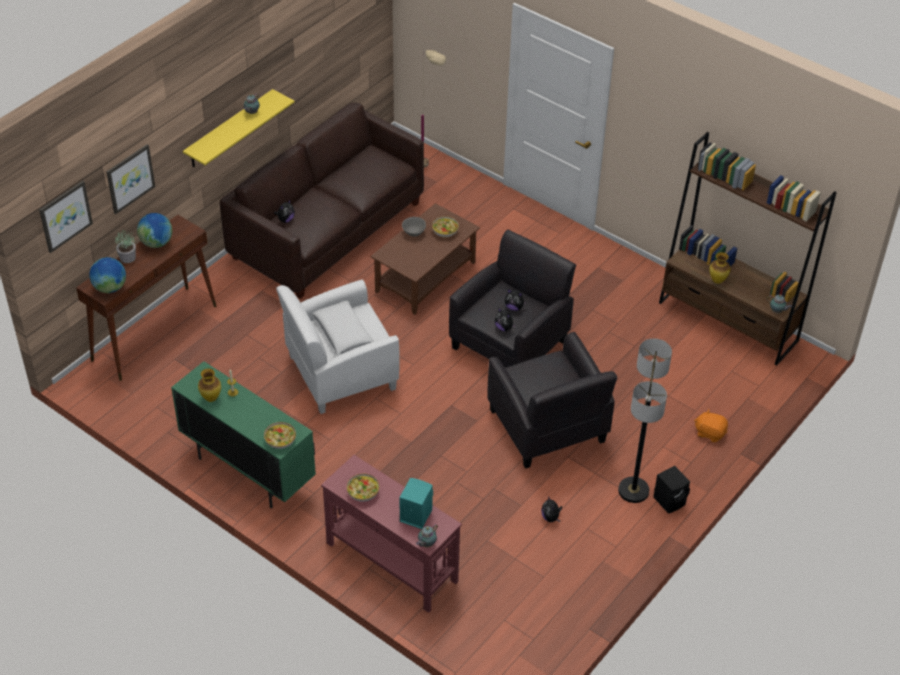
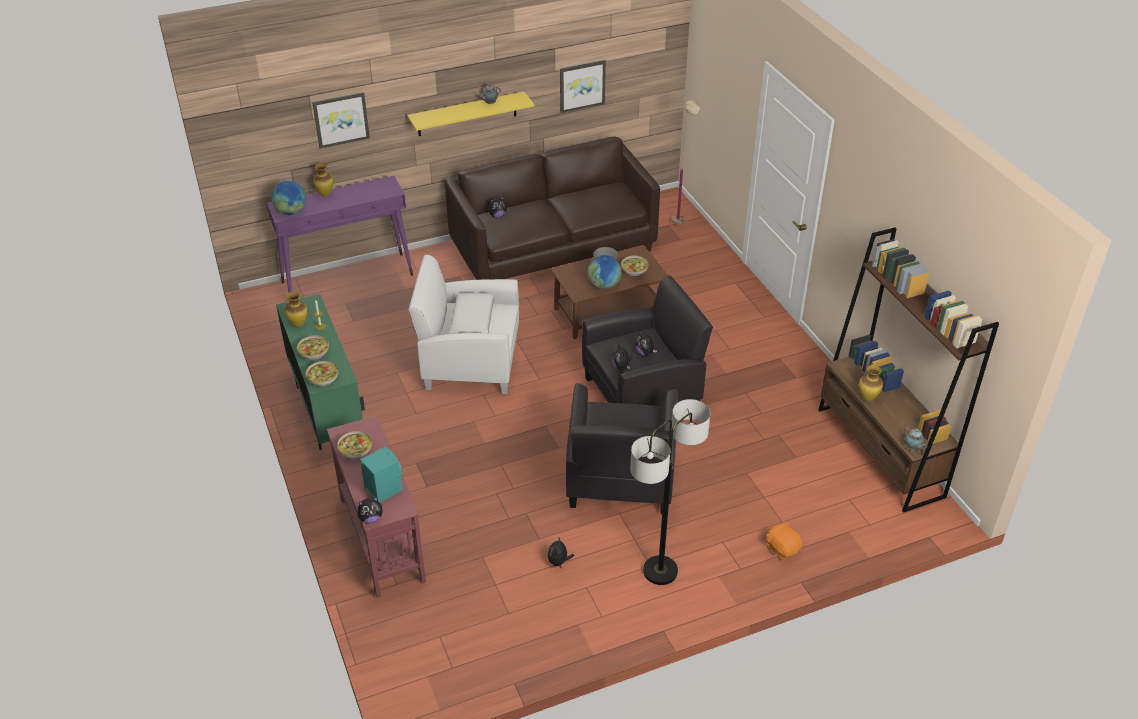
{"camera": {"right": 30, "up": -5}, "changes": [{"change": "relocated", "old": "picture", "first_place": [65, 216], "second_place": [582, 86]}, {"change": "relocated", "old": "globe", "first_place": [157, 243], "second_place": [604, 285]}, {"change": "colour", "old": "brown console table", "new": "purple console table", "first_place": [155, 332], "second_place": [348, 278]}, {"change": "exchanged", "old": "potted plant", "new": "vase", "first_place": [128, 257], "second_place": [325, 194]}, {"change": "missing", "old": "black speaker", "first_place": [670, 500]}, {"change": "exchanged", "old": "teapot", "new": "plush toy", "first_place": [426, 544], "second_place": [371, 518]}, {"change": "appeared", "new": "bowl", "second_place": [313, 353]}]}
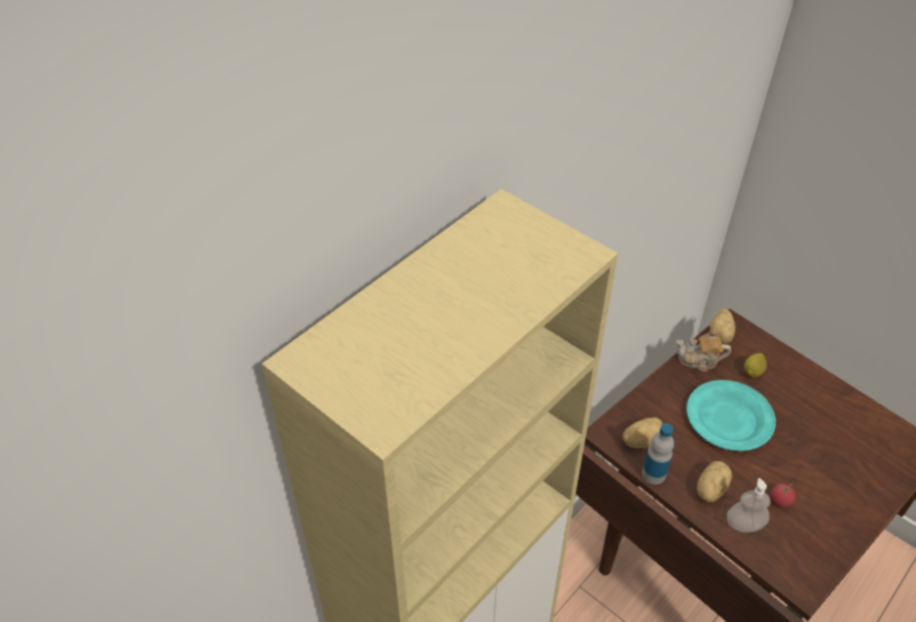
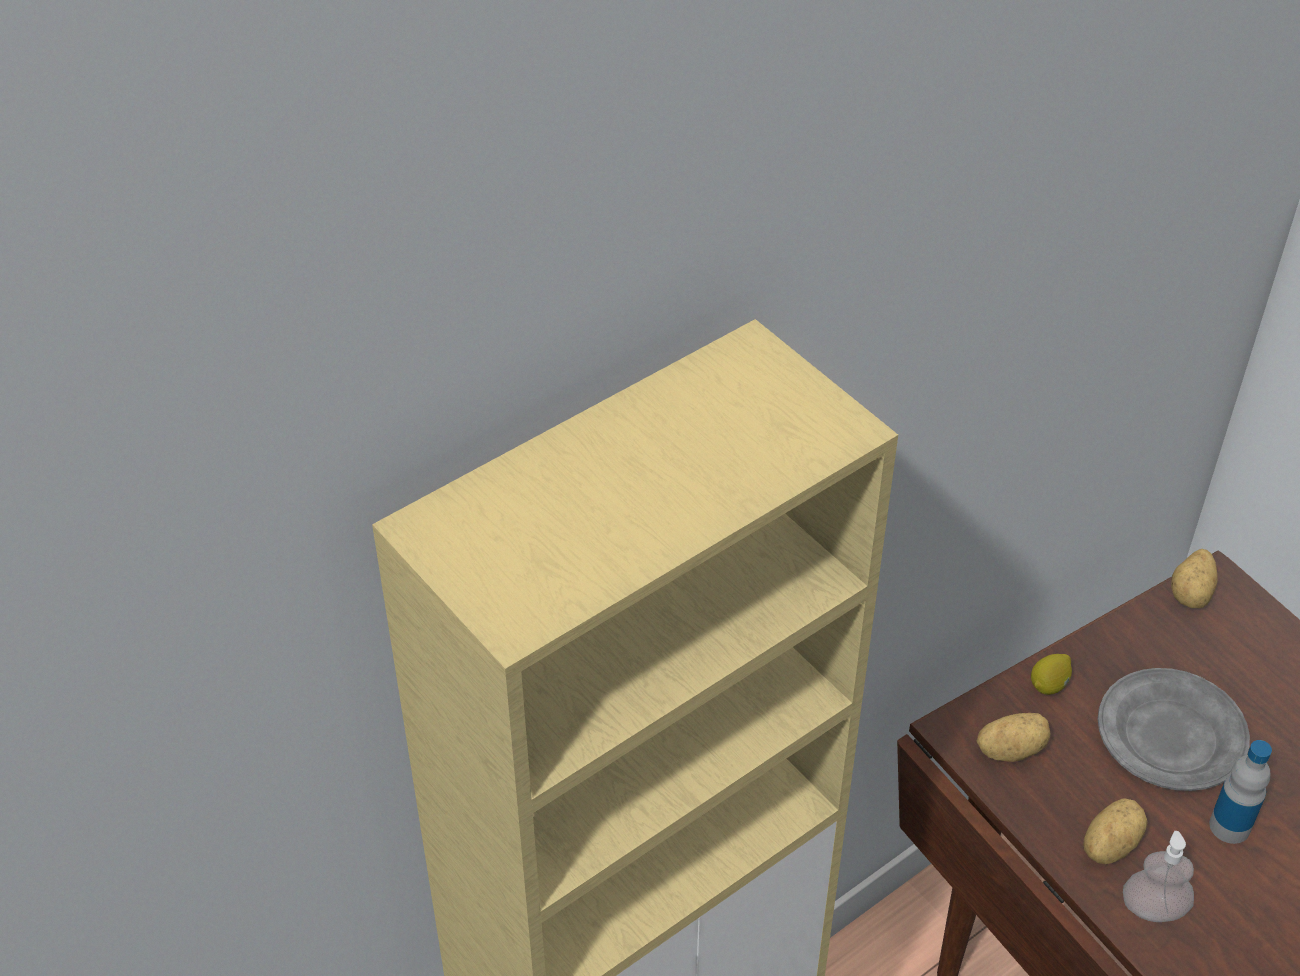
{"camera": {"right": 10, "up": 0}, "changes": [{"change": "missing", "old": "teapot", "first_place": [699, 361]}, {"change": "relocated", "old": "lemon", "first_place": [753, 371], "second_place": [1049, 685]}, {"change": "colour", "old": "turquoise plate", "new": "grey plate", "first_place": [729, 418], "second_place": [1171, 734]}, {"change": "relocated", "old": "bottle", "first_place": [653, 474], "second_place": [1229, 826]}, {"change": "missing", "old": "tomato", "first_place": [780, 501]}]}
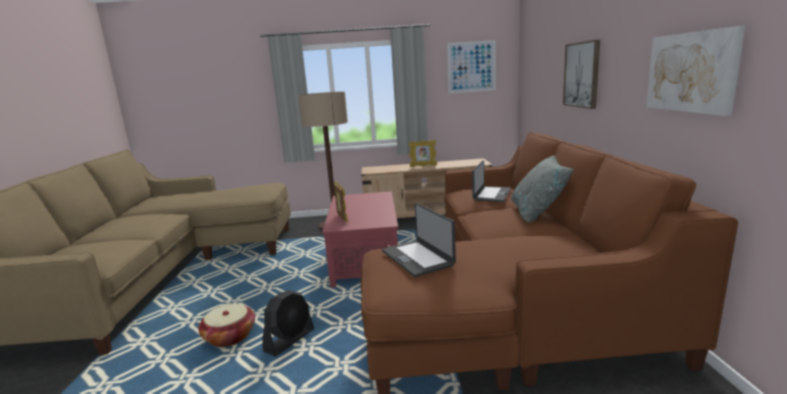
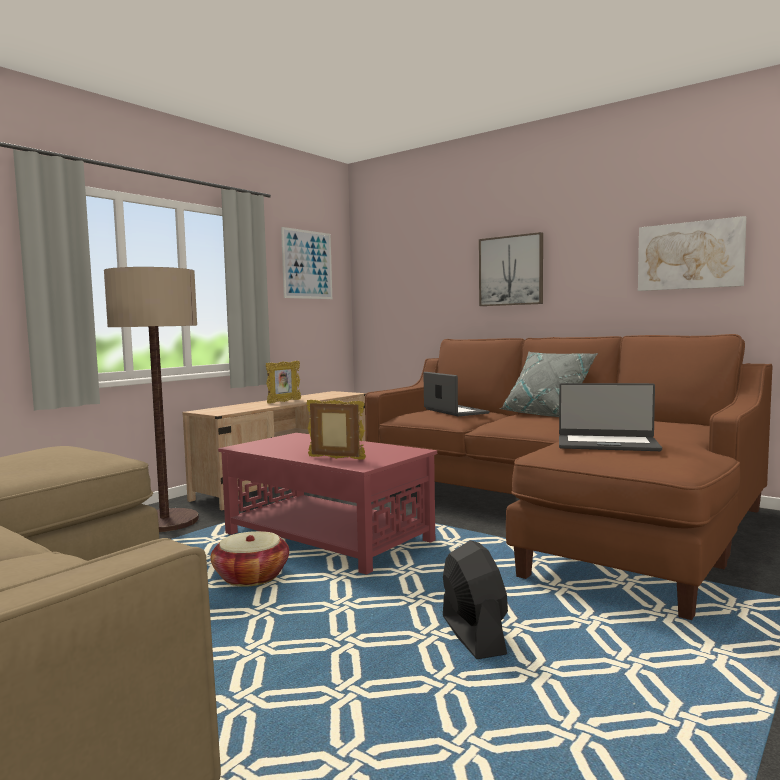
{"camera": {"right": -50, "up": -10}, "changes": [{"change": "relocated", "old": "basket", "first_place": [230, 337], "second_place": [251, 577]}]}
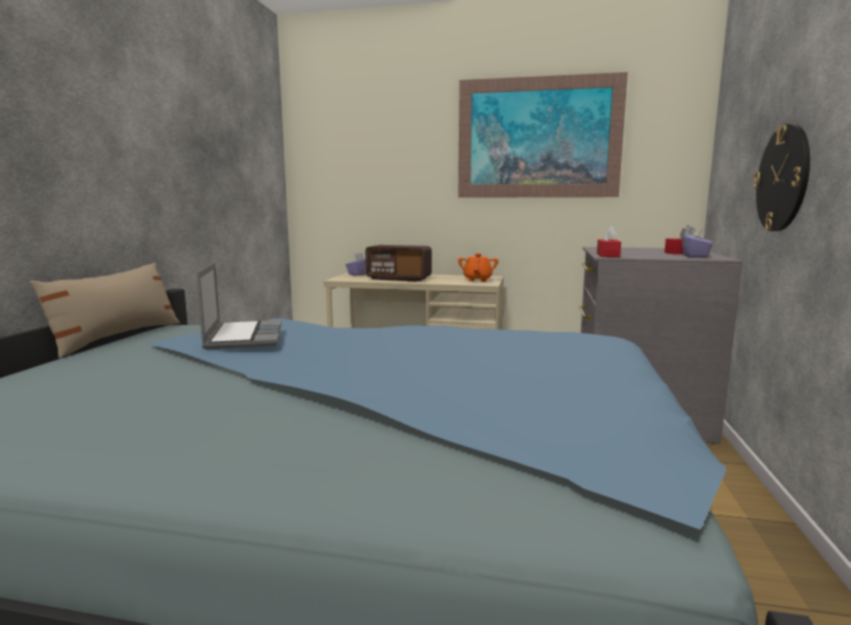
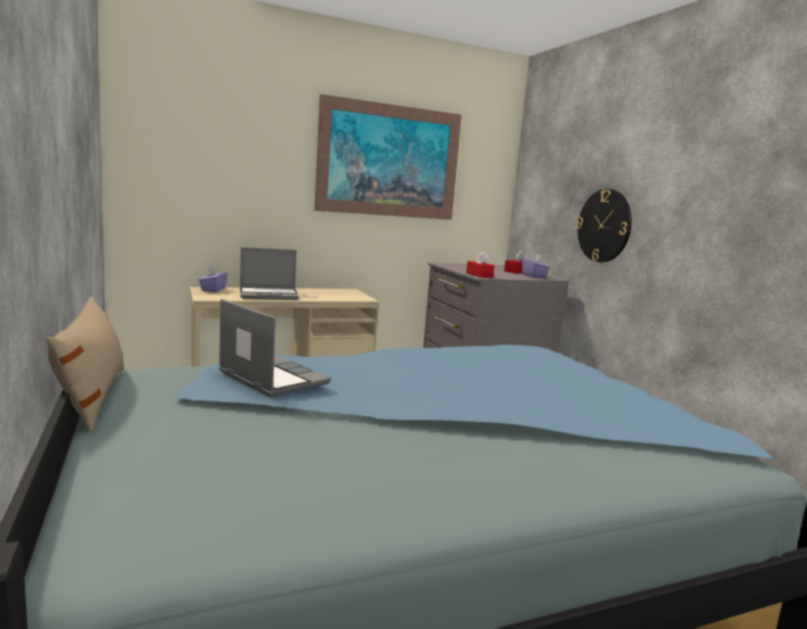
{"camera": {"right": -35, "up": 0}, "changes": [{"change": "exchanged", "old": "radio", "new": "laptop", "first_place": [399, 279], "second_place": [269, 295]}, {"change": "missing", "old": "orange teapot", "first_place": [477, 280]}]}
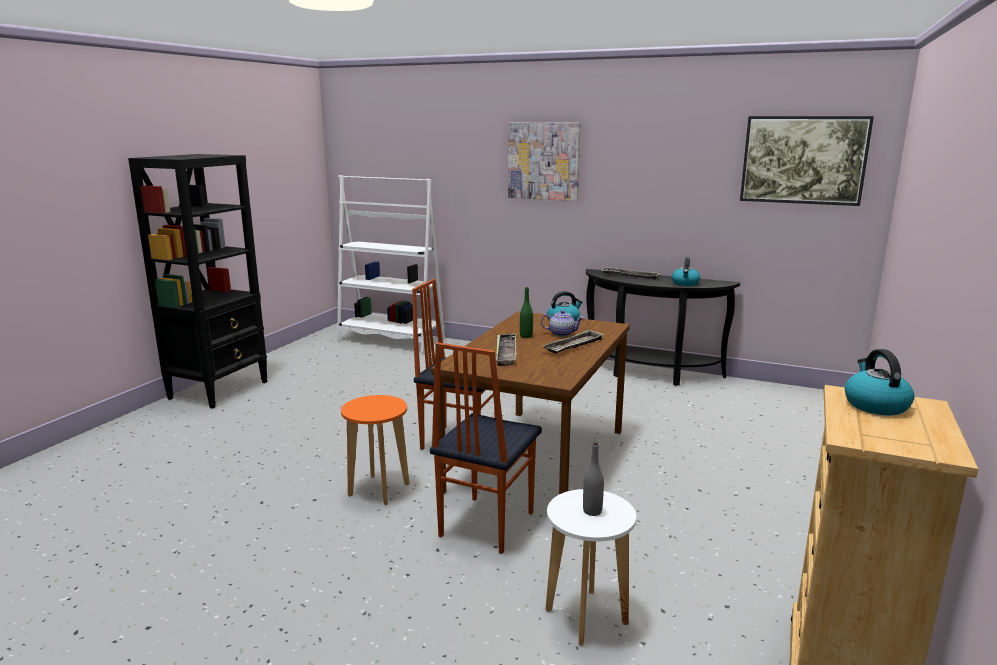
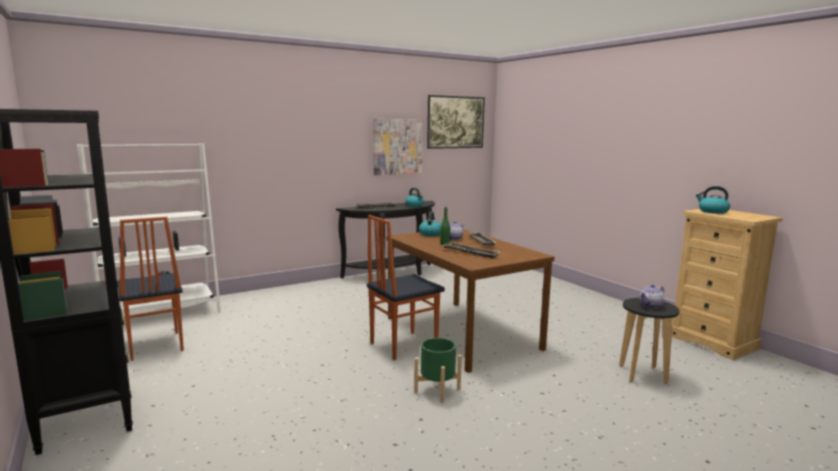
{"camera": {"right": -55, "up": -5}, "changes": [{"change": "relocated", "old": "picture", "first_place": [543, 161], "second_place": [397, 146]}, {"change": "relocated", "old": "chair", "first_place": [485, 524], "second_place": [154, 346]}, {"change": "exchanged", "old": "orange stool", "new": "green planter", "first_place": [378, 490], "second_place": [437, 390]}, {"change": "exchanged", "old": "grey bottle", "new": "teapot", "first_place": [592, 511], "second_place": [651, 305]}, {"change": "colour", "old": "white stool", "new": "black stool", "first_place": [587, 617], "second_place": [643, 374]}]}
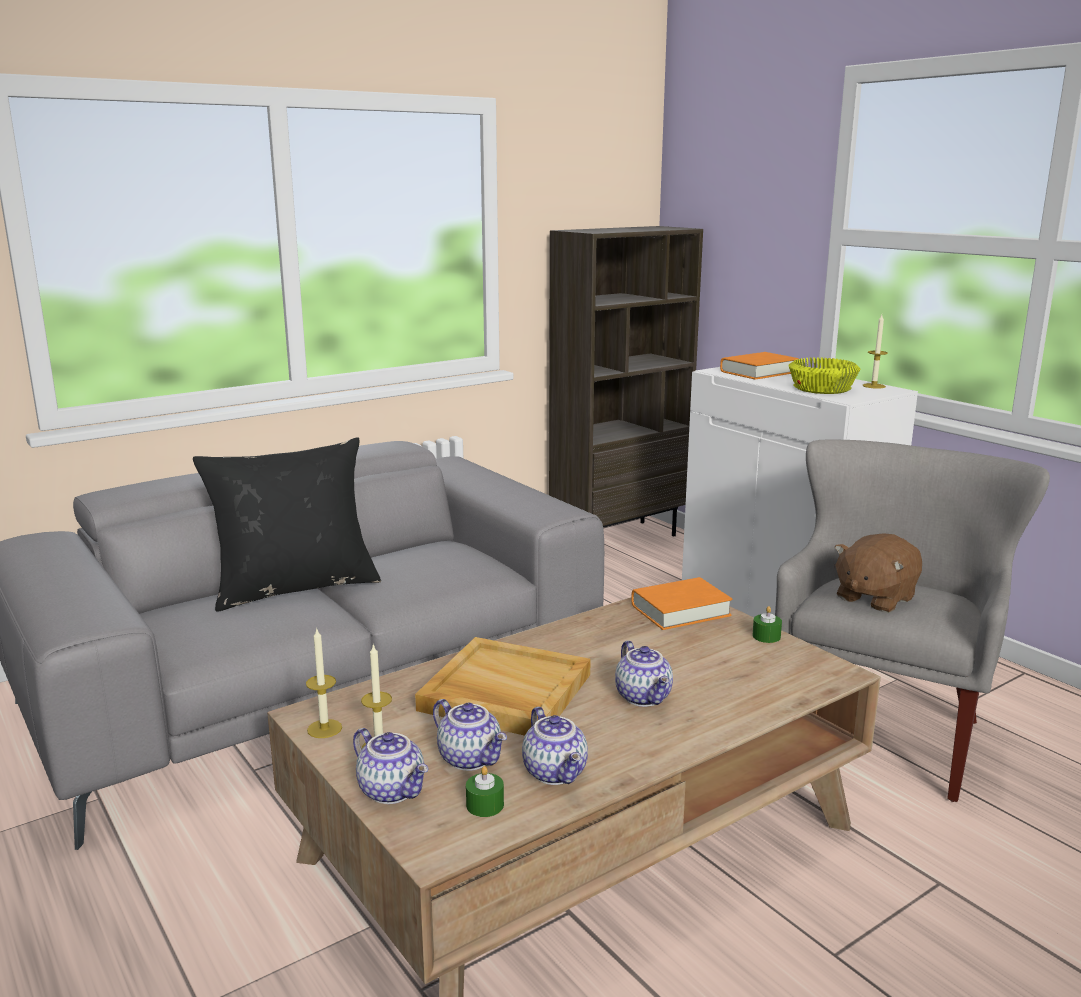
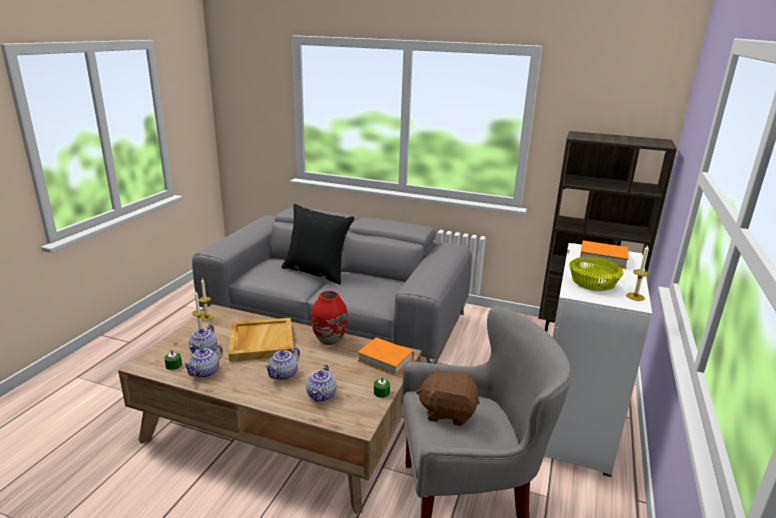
{"camera": {"right": 55, "up": 5}, "changes": [{"change": "relocated", "old": "teapot", "first_place": [393, 790], "second_place": [322, 395]}, {"change": "appeared", "new": "red vase", "second_place": [329, 340]}]}
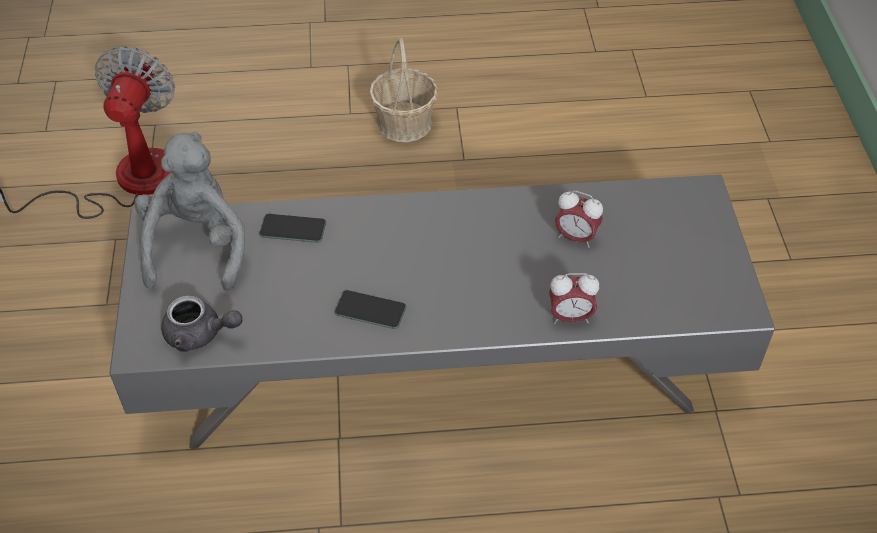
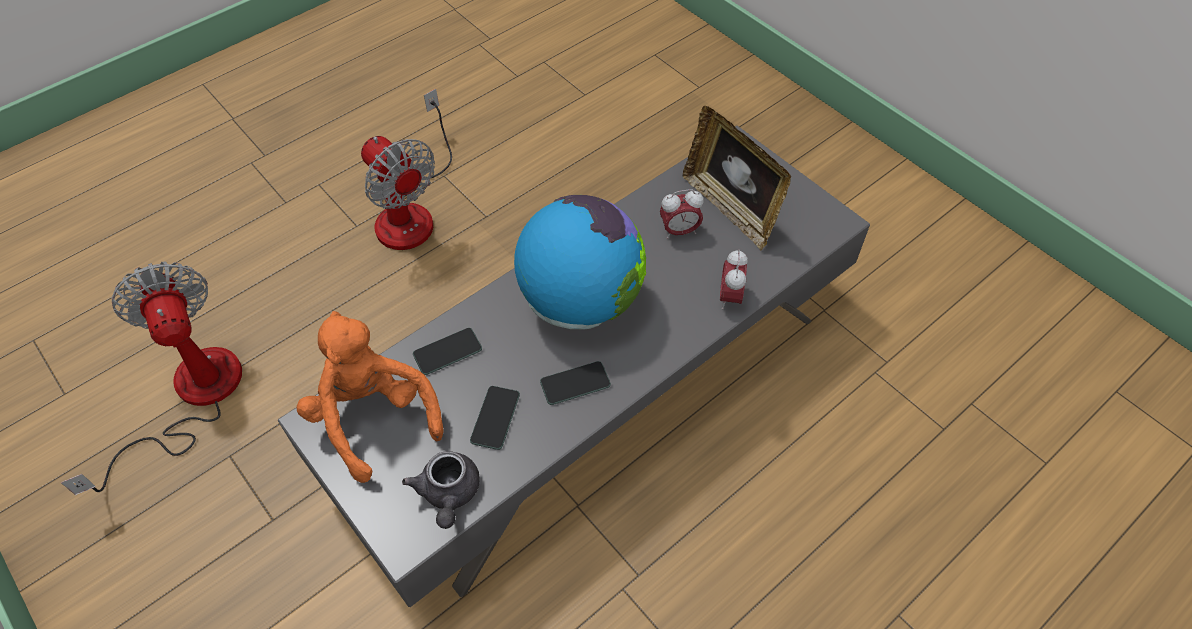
{"camera": {"right": -35, "up": 5}, "changes": [{"change": "exchanged", "old": "basket", "new": "fan", "first_place": [405, 123], "second_place": [411, 210]}, {"change": "colour", "old": "grey plush toy", "new": "orange plush toy", "first_place": [197, 246], "second_place": [373, 417]}, {"change": "spun", "old": "alarm clock", "first_place": [570, 317], "second_place": [730, 297], "degrees": 135}, {"change": "spun", "old": "grey teapot", "first_place": [200, 334], "second_place": [449, 494], "degrees": 105}, {"change": "appeared", "new": "picture frame", "second_place": [730, 208]}, {"change": "appeared", "new": "globe", "second_place": [581, 301]}, {"change": "appeared", "new": "phone", "second_place": [495, 418]}]}
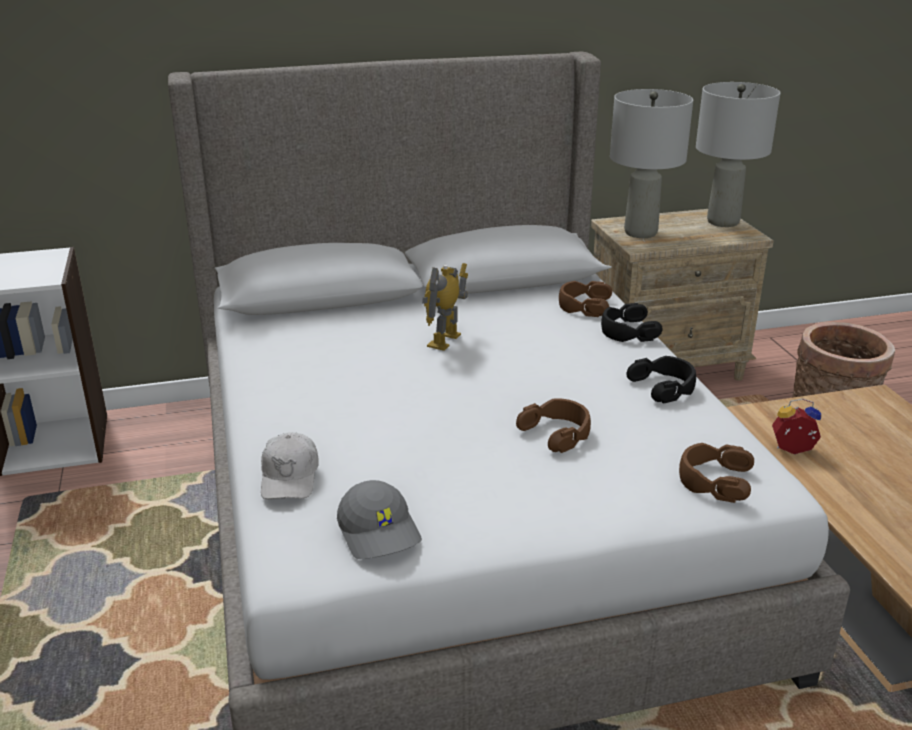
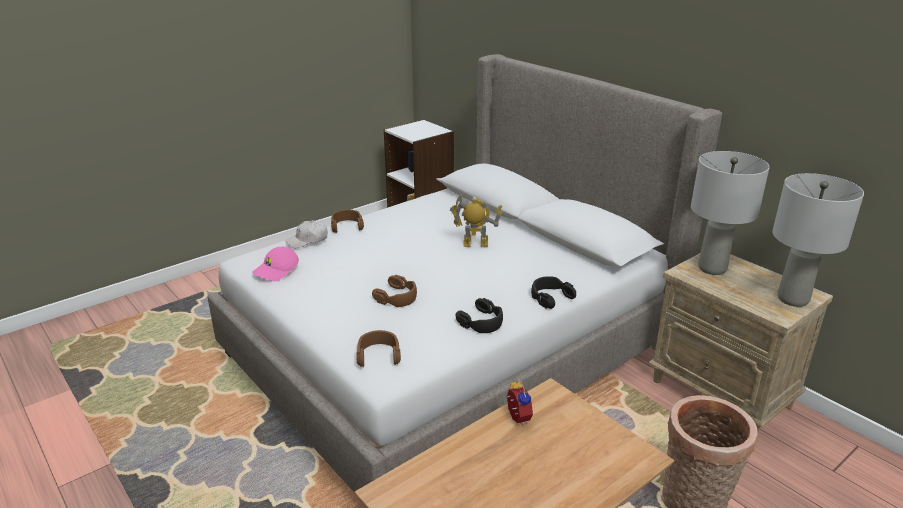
{"camera": {"right": 65, "up": 0}, "changes": [{"change": "relocated", "old": "brown headphones", "first_place": [584, 305], "second_place": [347, 226]}, {"change": "colour", "old": "grey cap", "new": "pink cap", "first_place": [380, 532], "second_place": [276, 271]}]}
